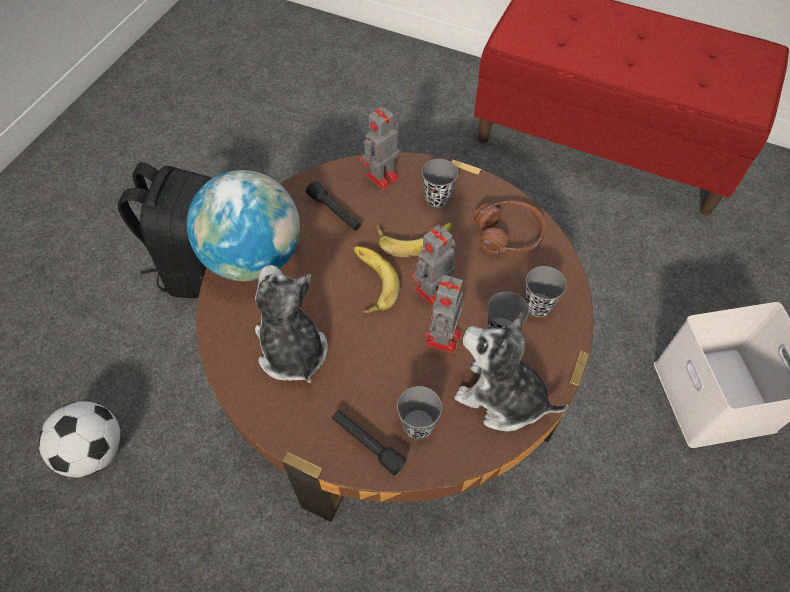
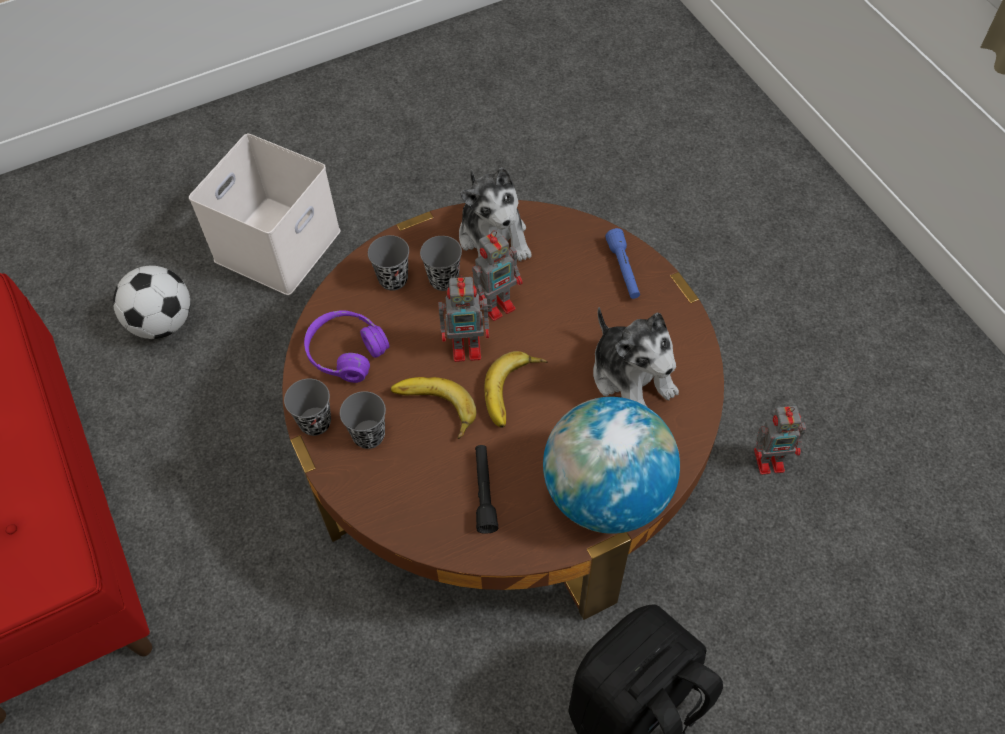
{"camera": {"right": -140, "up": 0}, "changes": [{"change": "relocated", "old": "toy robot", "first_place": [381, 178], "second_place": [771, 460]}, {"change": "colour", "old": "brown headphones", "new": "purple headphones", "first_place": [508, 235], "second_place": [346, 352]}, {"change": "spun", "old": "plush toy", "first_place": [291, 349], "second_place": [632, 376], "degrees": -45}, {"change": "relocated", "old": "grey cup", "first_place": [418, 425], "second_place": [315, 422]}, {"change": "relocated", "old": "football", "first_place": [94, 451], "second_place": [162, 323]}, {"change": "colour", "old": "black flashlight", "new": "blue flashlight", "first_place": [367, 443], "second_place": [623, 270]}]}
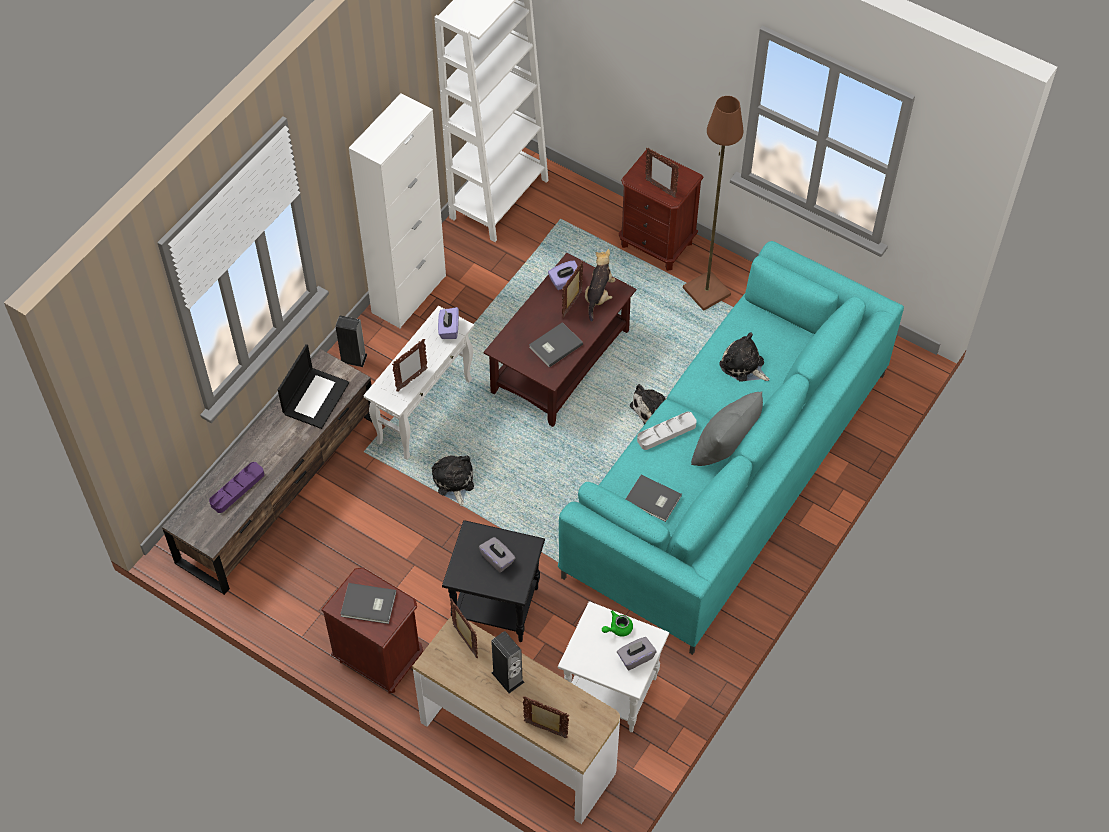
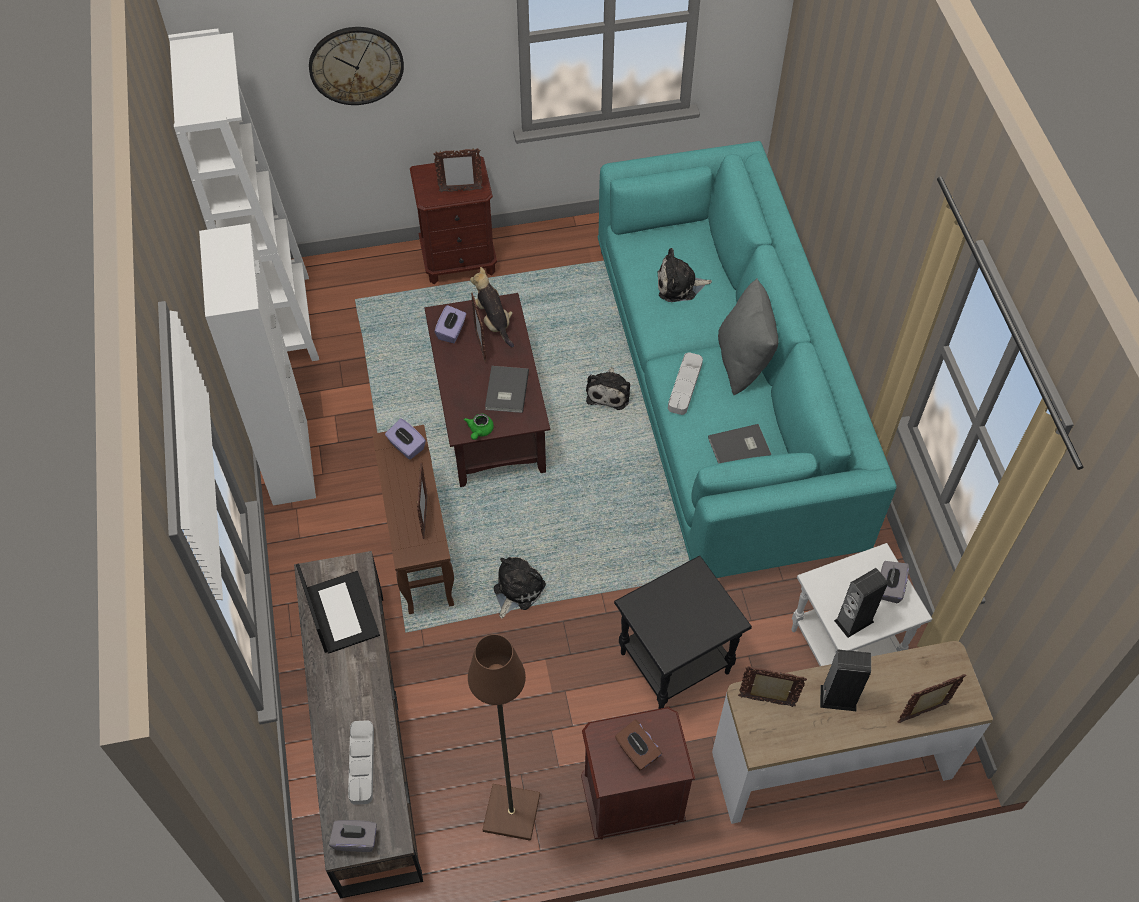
{"camera": {"right": -45, "up": 0}, "changes": [{"change": "relocated", "old": "brown floor lamp", "first_place": [705, 291], "second_place": [510, 814]}, {"change": "colour", "old": "white side table", "new": "brown side table", "first_place": [424, 411], "second_place": [420, 550]}, {"change": "relocated", "old": "speaker", "first_place": [353, 358], "second_place": [854, 621]}, {"change": "spun", "old": "plush toy", "first_place": [454, 482], "second_place": [516, 589], "degrees": 90}, {"change": "colour", "old": "purple tray", "new": "grey tray", "first_place": [237, 489], "second_place": [362, 763]}, {"change": "relocated", "old": "grey tissue box", "first_place": [497, 559], "second_place": [355, 840]}, {"change": "exchanged", "old": "grey book", "new": "brown tissue box", "first_place": [369, 605], "second_place": [637, 751]}, {"change": "relocated", "old": "green teapot", "first_place": [618, 628], "second_place": [479, 431]}, {"change": "appeared", "new": "wall clock", "second_place": [356, 65]}]}
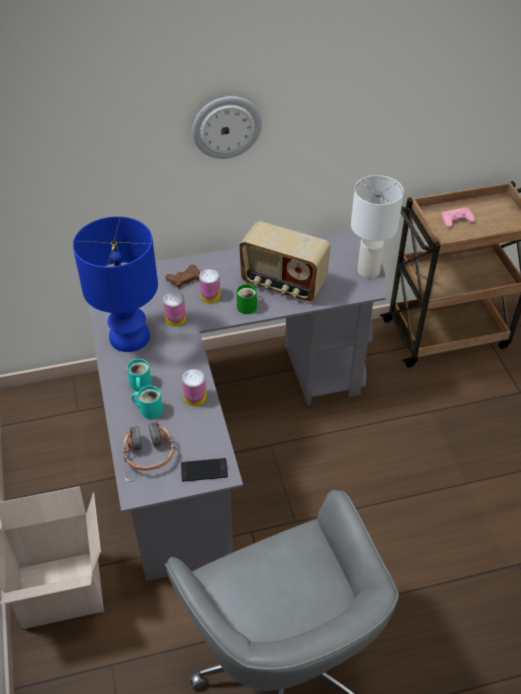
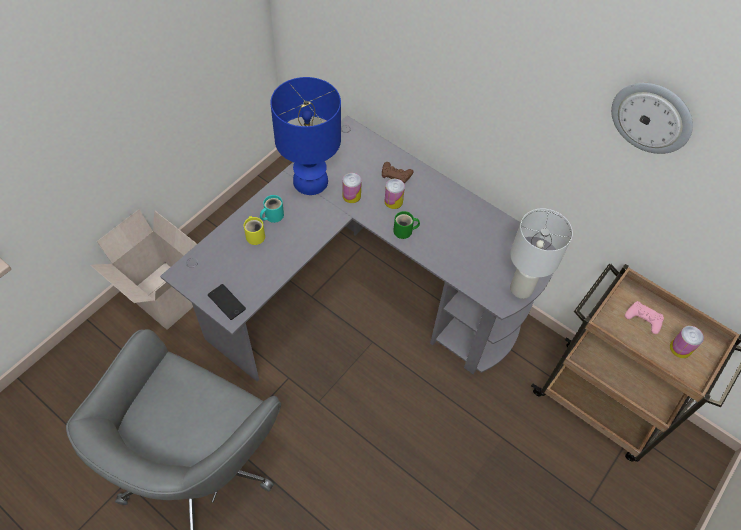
{"camera": {"right": 50, "up": 10}, "changes": [{"change": "relocated", "old": "wall clock", "first_place": [226, 126], "second_place": [652, 117]}, {"change": "missing", "old": "radio", "first_place": [283, 284]}, {"change": "relocated", "old": "can", "first_place": [195, 397], "second_place": [680, 348]}, {"change": "colour", "old": "turquoise mug", "new": "yellow mug", "first_place": [149, 408], "second_place": [255, 235]}, {"change": "missing", "old": "headphones", "first_place": [149, 453]}]}
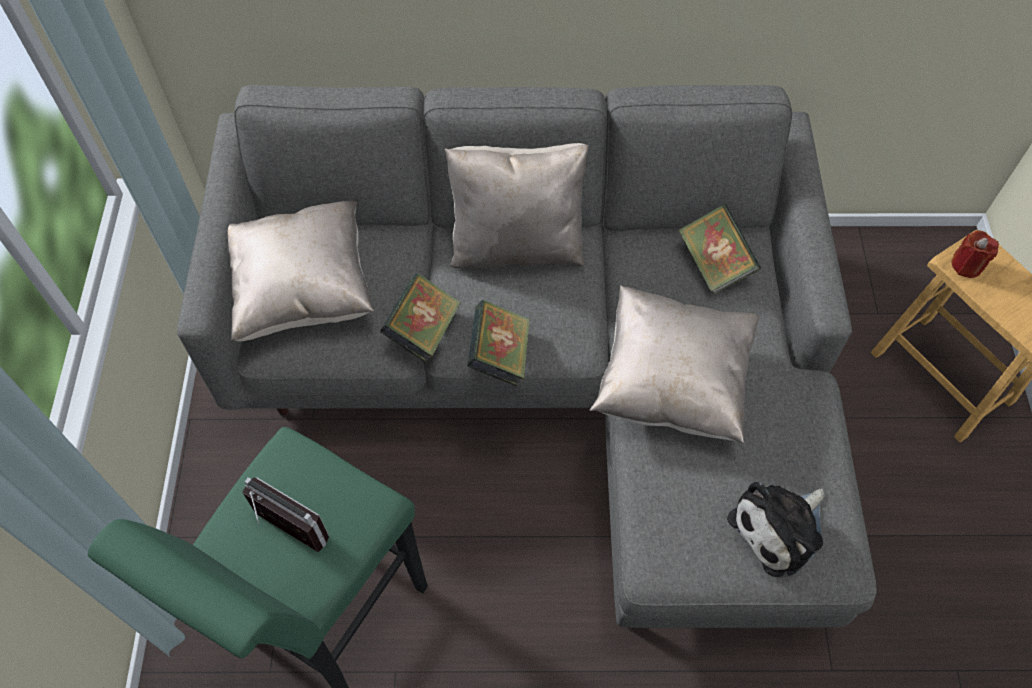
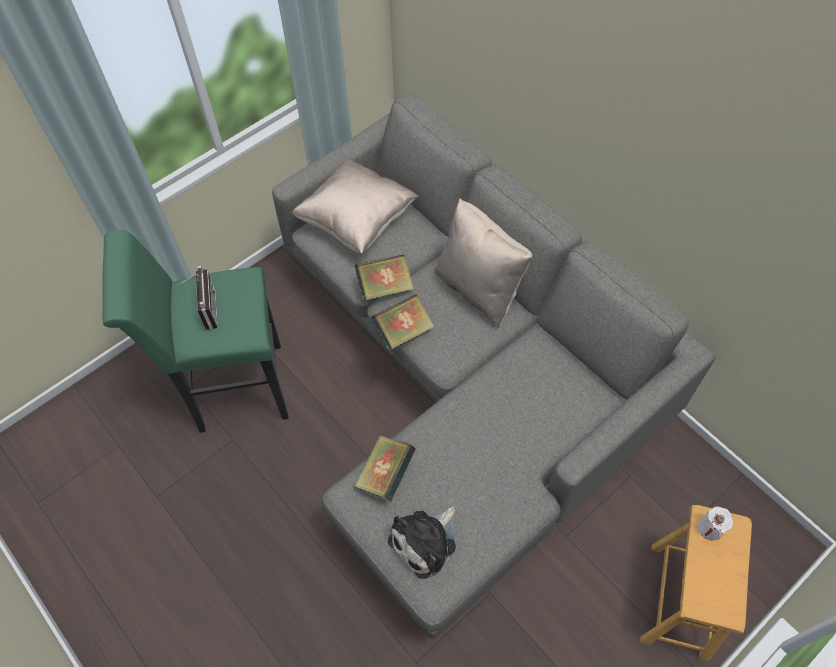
{"camera": {"right": 50, "up": 0}, "changes": [{"change": "relocated", "old": "book", "first_place": [714, 264], "second_place": [386, 475]}, {"change": "colour", "old": "red candle", "new": "white candle", "first_place": [966, 265], "second_place": [710, 528]}, {"change": "missing", "old": "beige pillow", "first_place": [672, 382]}, {"change": "spun", "old": "plush toy", "first_place": [780, 528], "second_place": [426, 542], "degrees": -60}]}
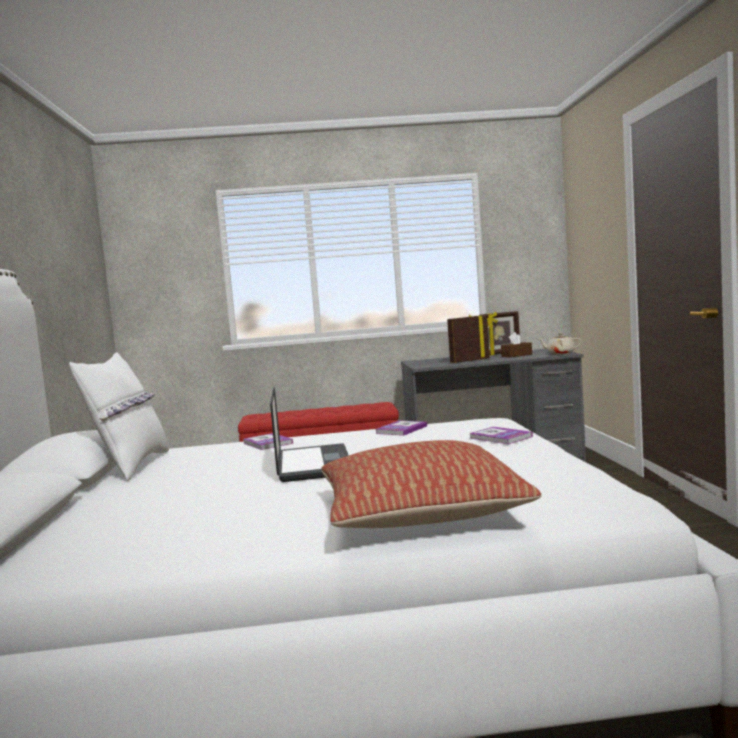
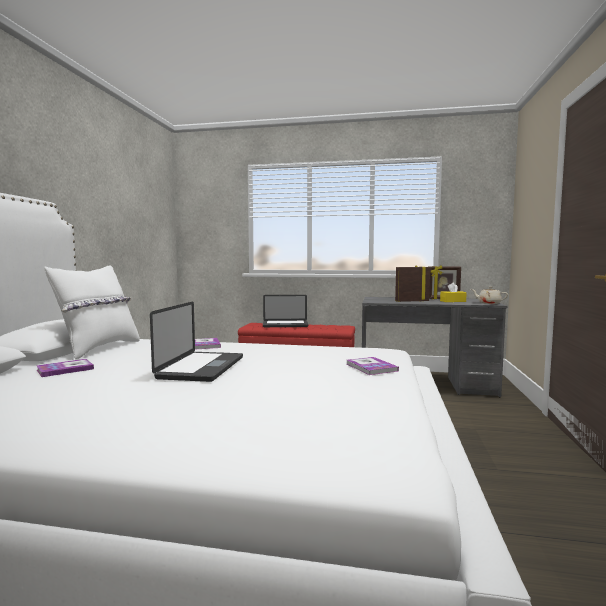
{"camera": {"right": 15, "up": 0}, "changes": [{"change": "colour", "old": "brown tissue box", "new": "yellow tissue box", "first_place": [516, 355], "second_place": [453, 301]}, {"change": "relocated", "old": "book", "first_place": [401, 430], "second_place": [65, 369]}, {"change": "missing", "old": "pillow", "first_place": [419, 513]}, {"change": "appeared", "new": "laptop", "second_place": [285, 325]}]}
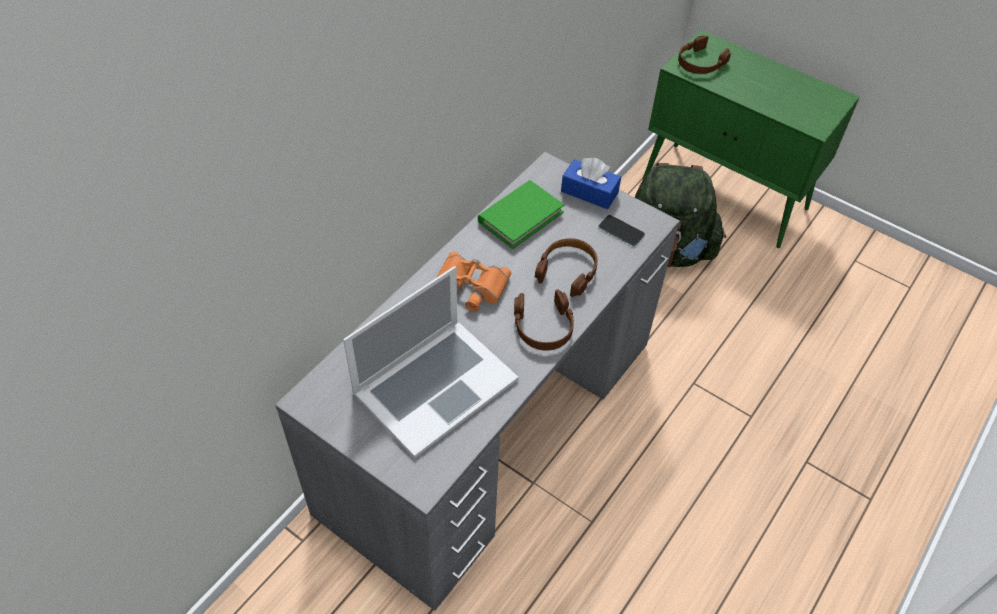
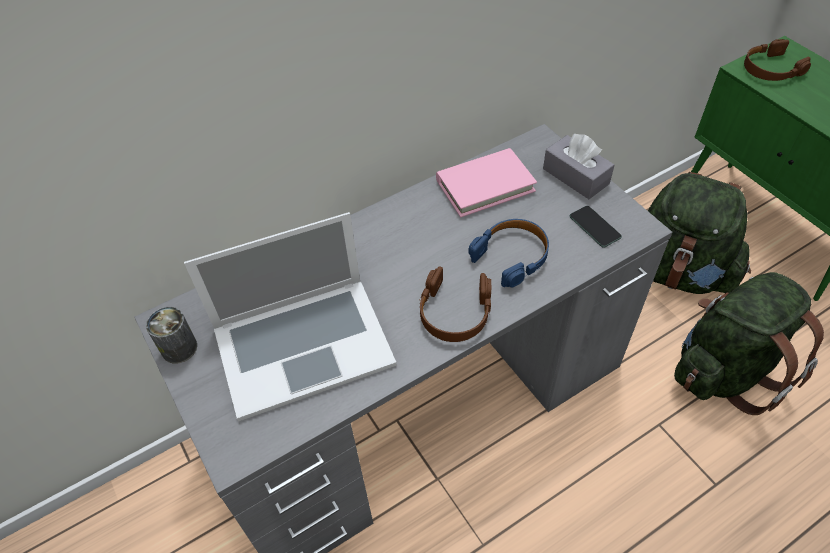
{"camera": {"right": 25, "up": 0}, "changes": [{"change": "colour", "old": "blue tissue box", "new": "grey tissue box", "first_place": [589, 192], "second_place": [575, 176]}, {"change": "colour", "old": "green book", "new": "pink book", "first_place": [520, 217], "second_place": [485, 185]}, {"change": "colour", "old": "brown headphones", "new": "blue headphones", "first_place": [568, 270], "second_place": [512, 256]}, {"change": "missing", "old": "orange binoculars", "first_place": [469, 287]}, {"change": "appeared", "new": "green backpack", "second_place": [725, 370]}, {"change": "appeared", "new": "can", "second_place": [179, 348]}]}
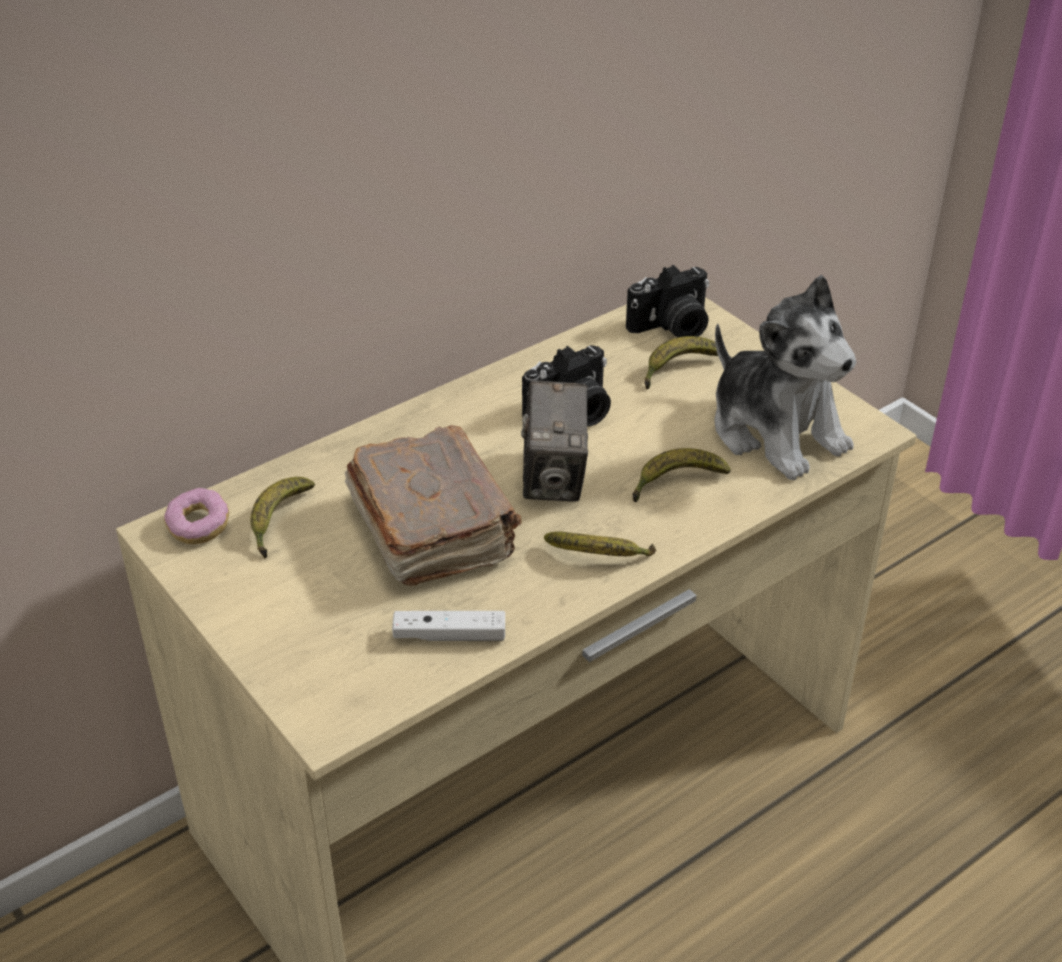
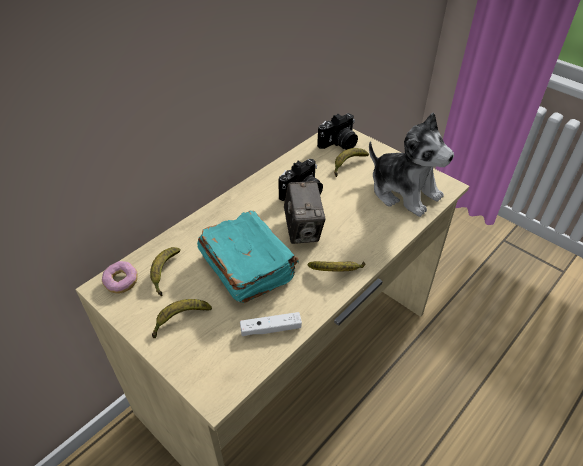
{"camera": {"right": -10, "up": 5}, "changes": [{"change": "colour", "old": "brown book", "new": "turquoise book", "first_place": [432, 528], "second_place": [247, 266]}, {"change": "relocated", "old": "banana", "first_place": [676, 483], "second_place": [180, 320]}]}
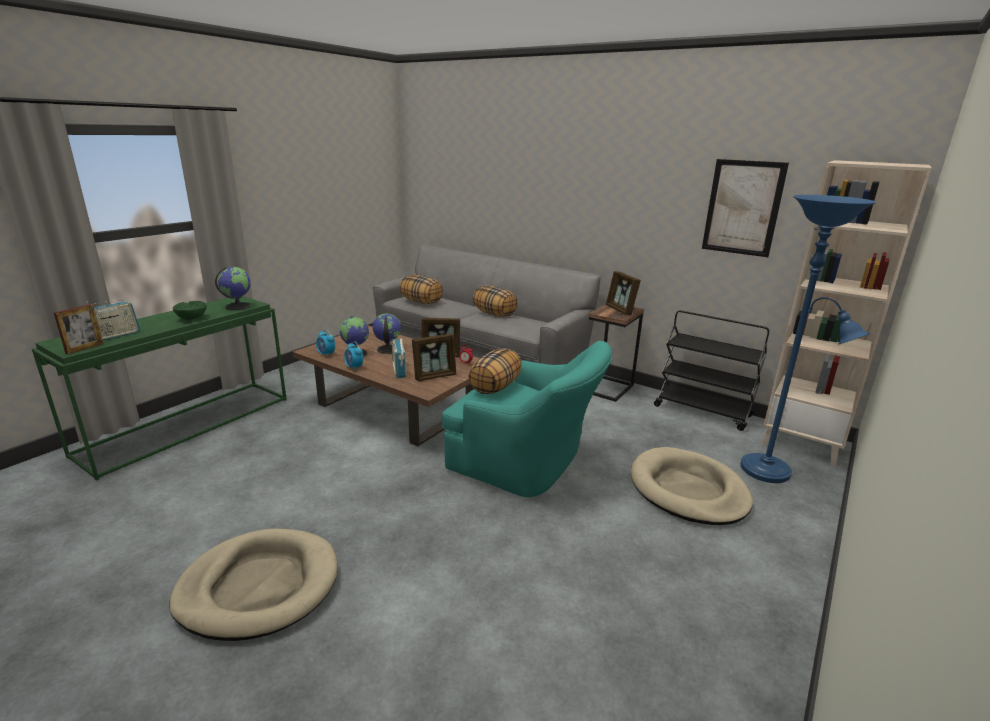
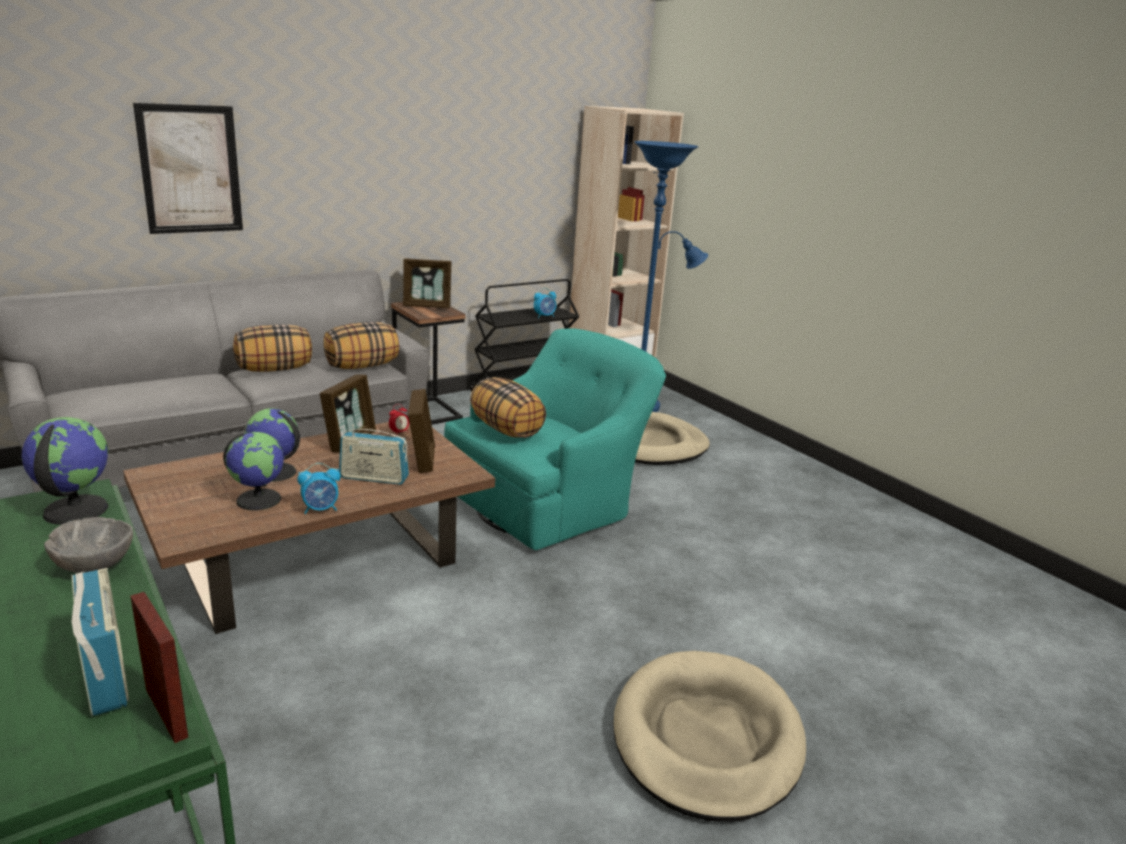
{"camera": {"right": -70, "up": 0}, "changes": [{"change": "relocated", "old": "picture", "first_place": [743, 208], "second_place": [190, 169]}, {"change": "relocated", "old": "pillow", "first_place": [421, 302], "second_place": [362, 366]}, {"change": "colour", "old": "green bowl", "new": "grey bowl", "first_place": [192, 318], "second_place": [93, 566]}, {"change": "relocated", "old": "alarm clock", "first_place": [326, 354], "second_place": [544, 316]}]}
